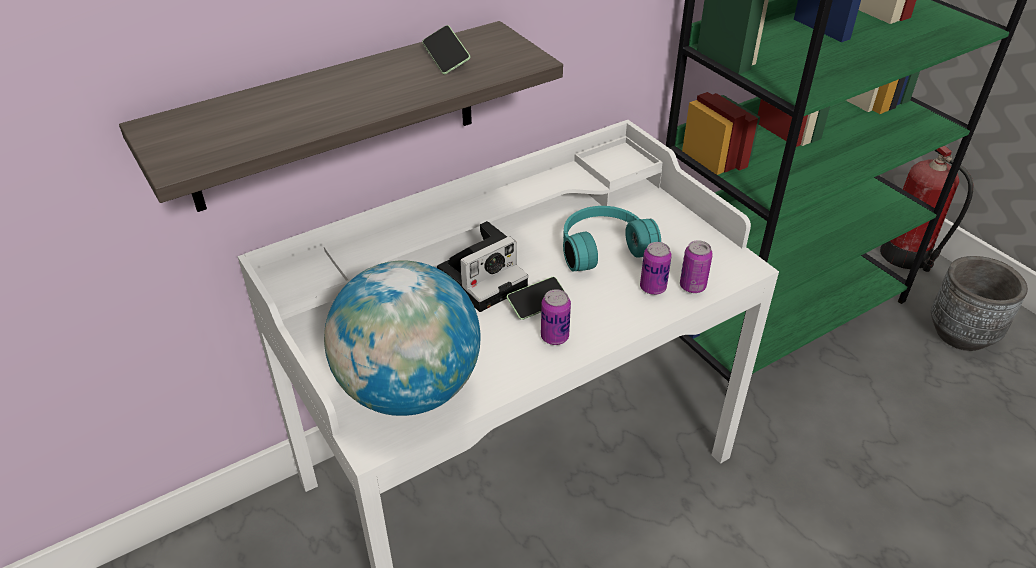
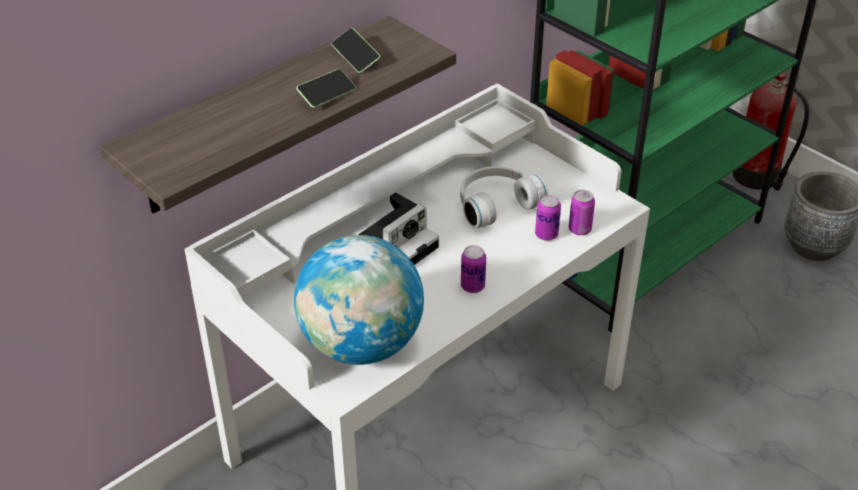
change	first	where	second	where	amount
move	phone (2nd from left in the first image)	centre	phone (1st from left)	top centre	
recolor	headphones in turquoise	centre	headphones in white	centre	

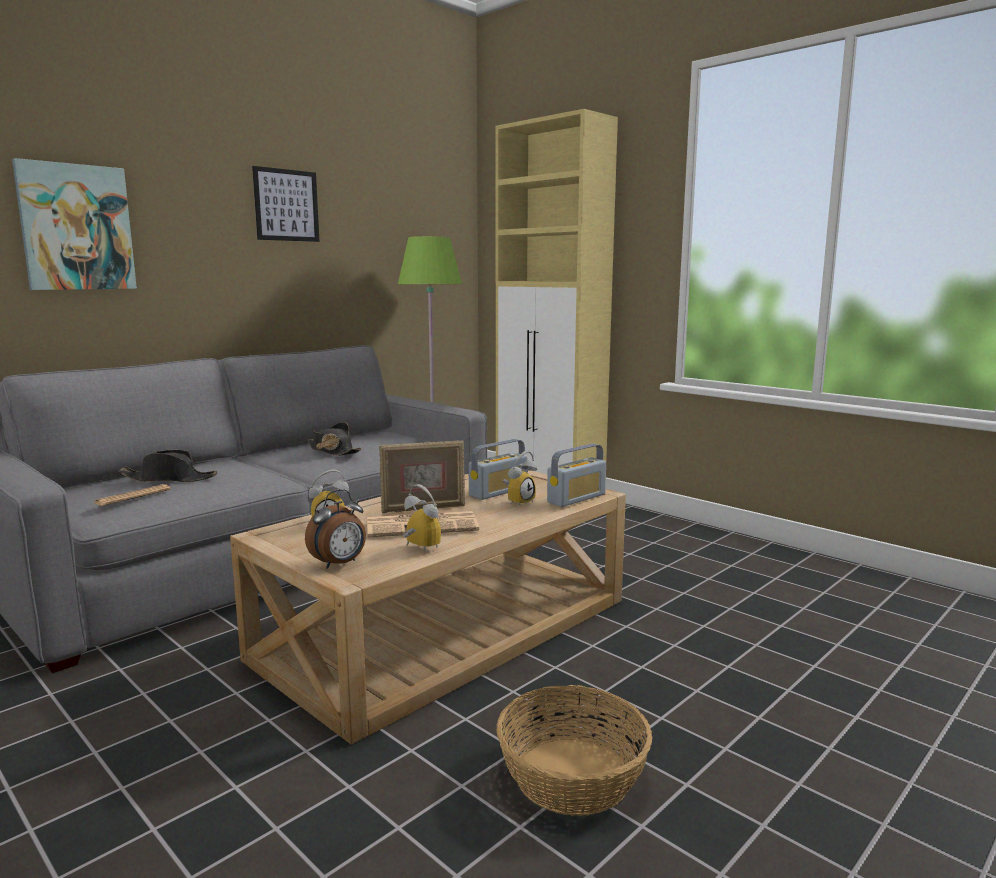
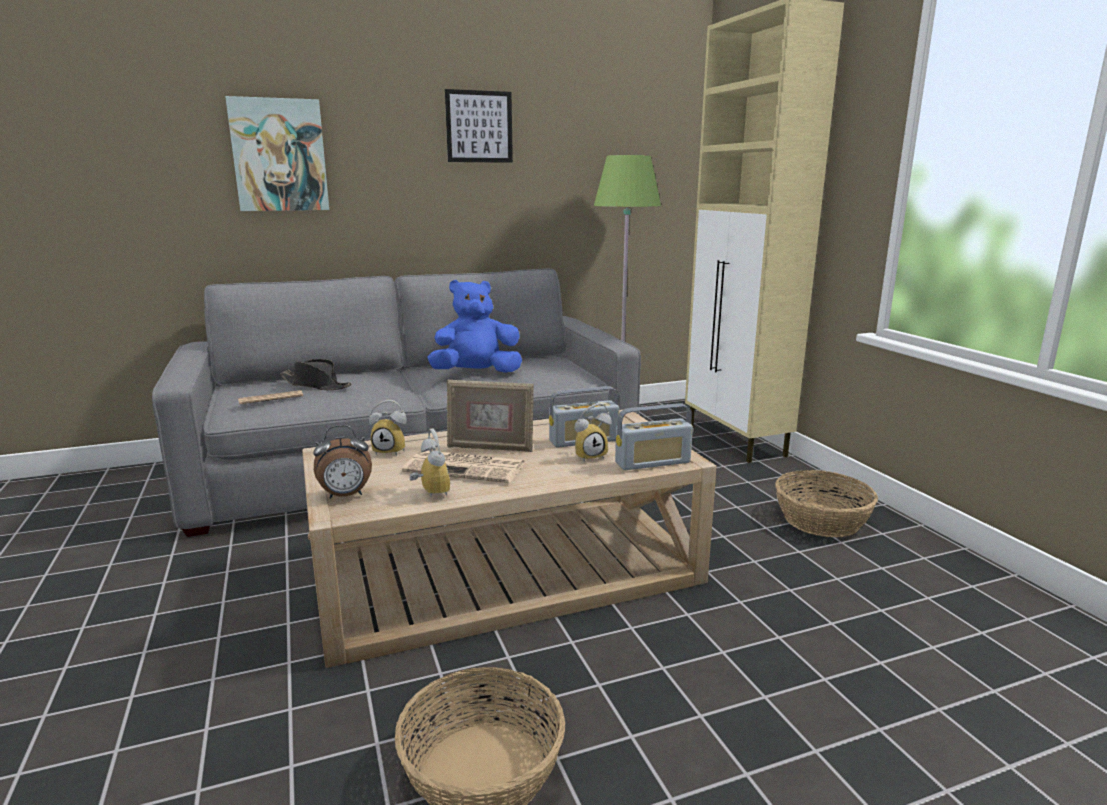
change	first	where	second	where	amount
insert			basket (2nd from left)	middle right	
replace	hat in black (2nd from left)	centre	plush toy in blue	centre	

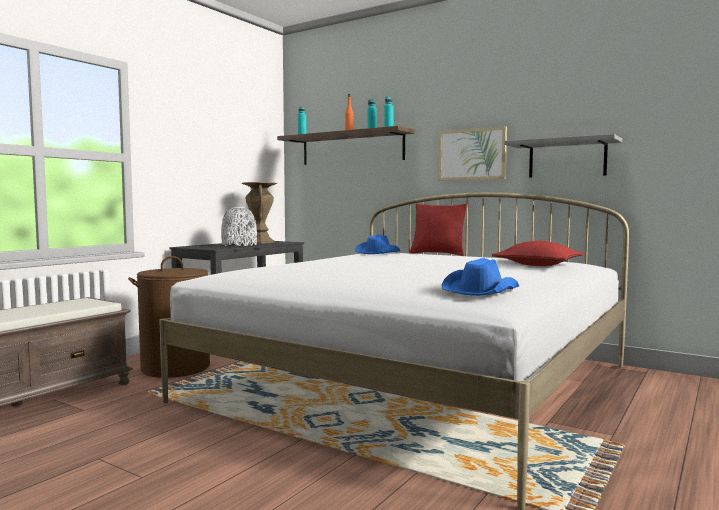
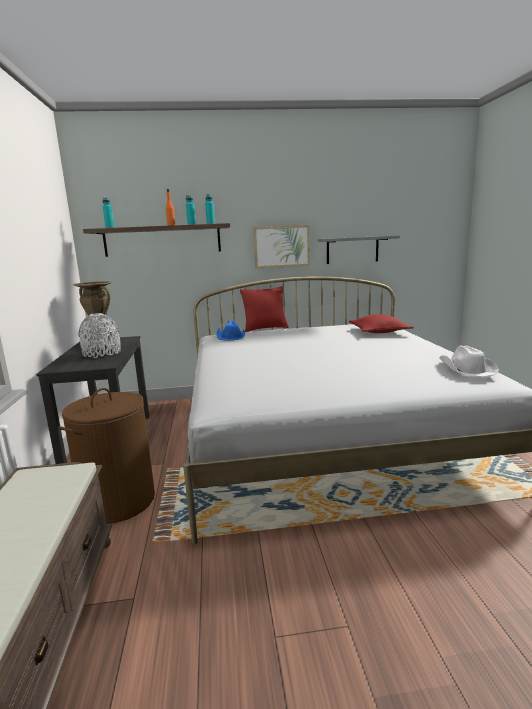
change	first	where	second	where	amount
recolor	hat in blue (2nd from left)	middle right	hat in white	middle right	

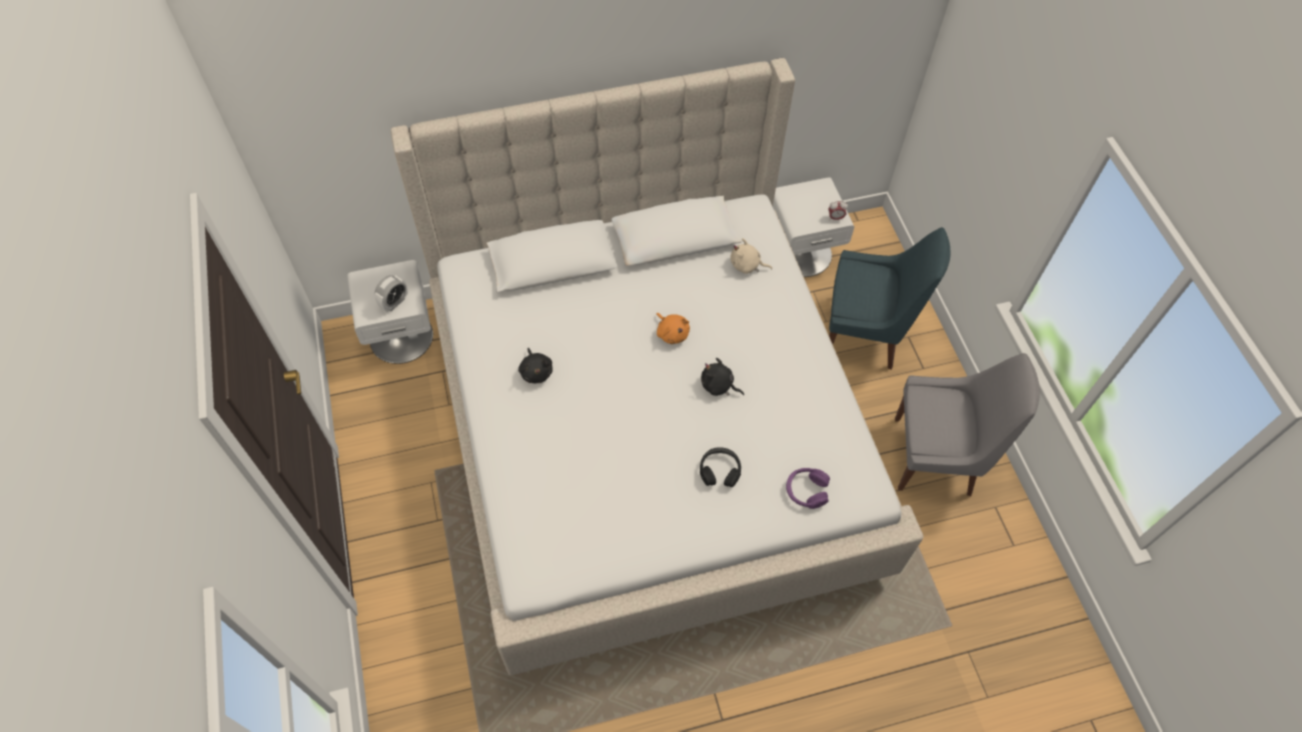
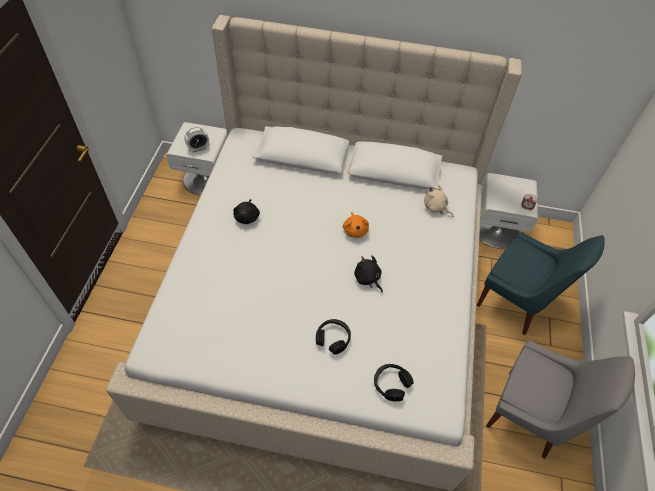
change	first	where	second	where	amount
recolor	headphones in purple	bottom centre	headphones in black (2nd from left)	bottom centre	

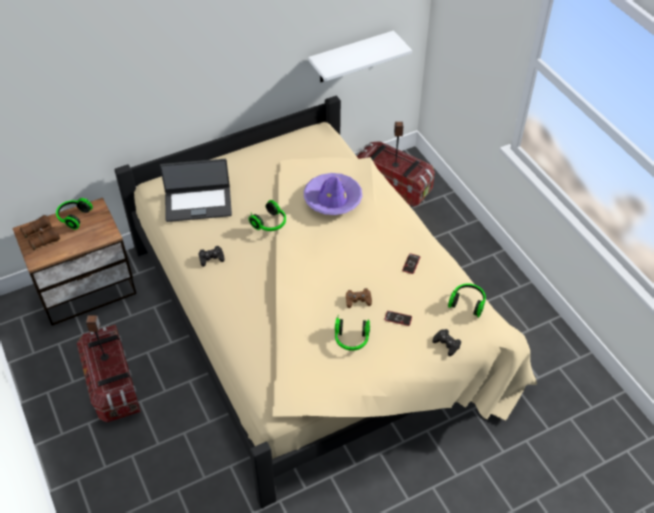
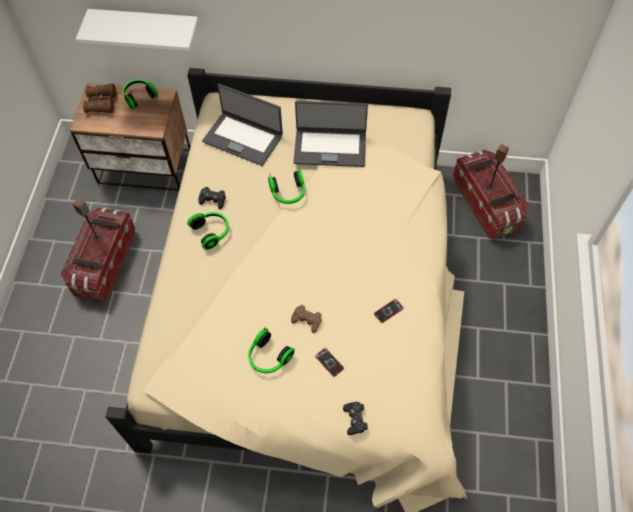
change	first	where	second	where	amount
delete	hat in purple	centre			
insert			laptop (2nd from left)	top centre	
move	shelf in white	top centre		top left	
move	headphones (4th from left in the first image)	middle right	headphones (2nd from left)	middle left	

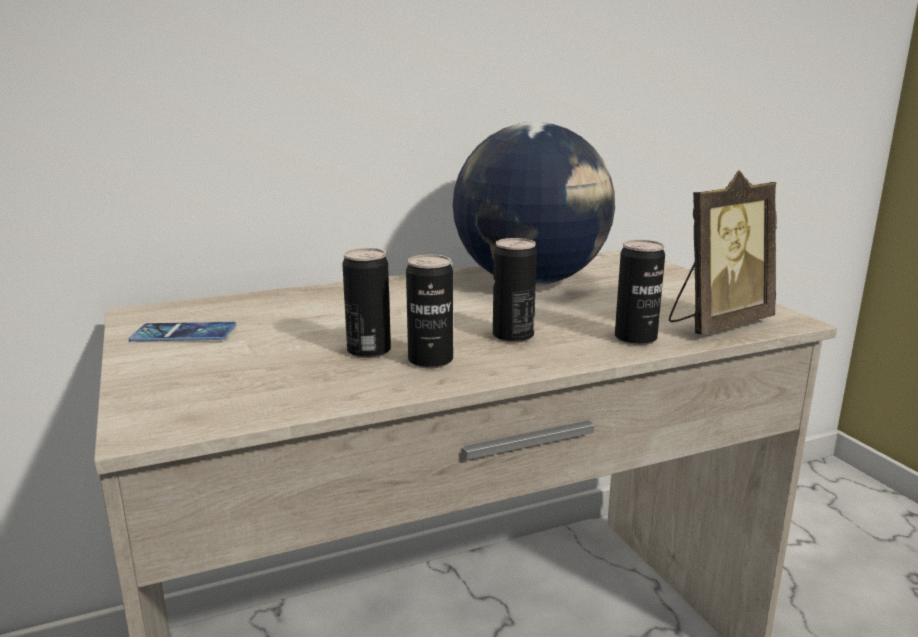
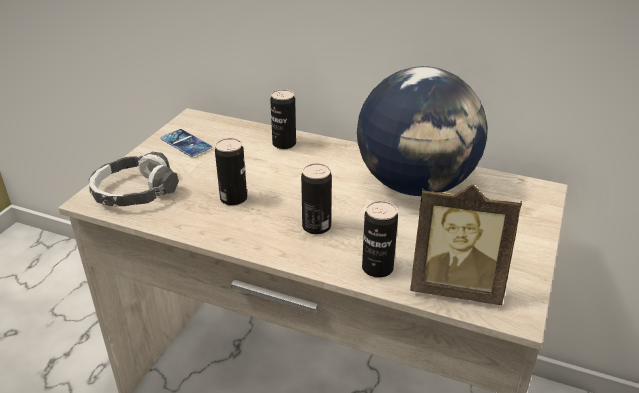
change	first	where	second	where	amount
insert			headphones	middle left	
move	can (2nd from left)	centre		top centre	

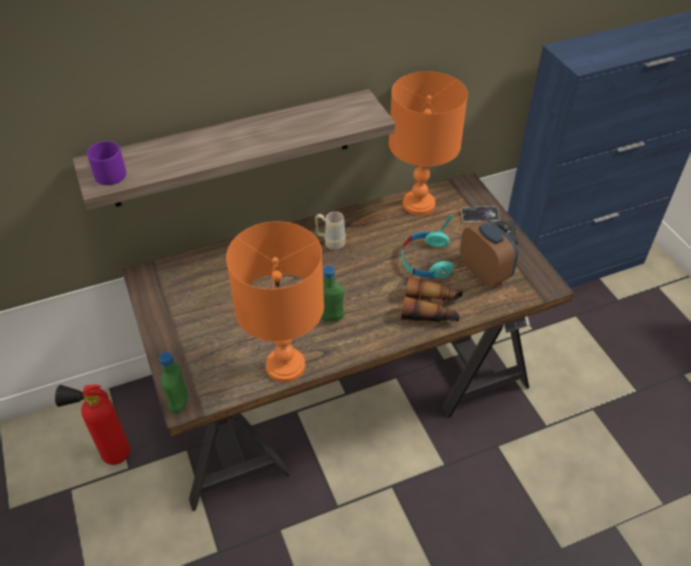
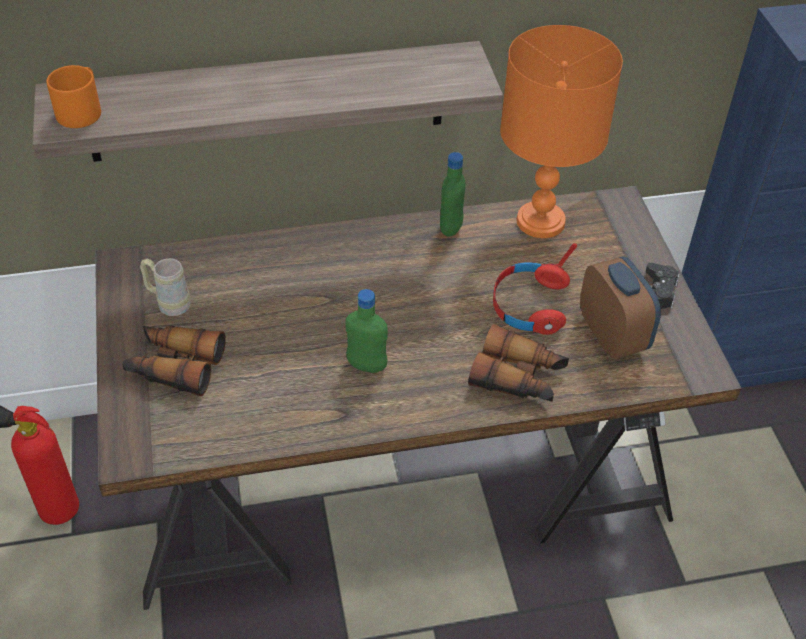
change	first	where	second	where	amount
delete	table lamp in orange (1st from left)	centre			
delete	phone	middle right			
insert			binoculars (1st from left)	middle left	
move	bottle in green (1st from left in the first image)	bottom left	bottle in green (2nd from left)	top centre	
move	mug in beige	centre		middle left	
recolor	mug in purple	top left	mug in orange	top left	
recolor	headphones in turquoise	centre	headphones in red	centre	

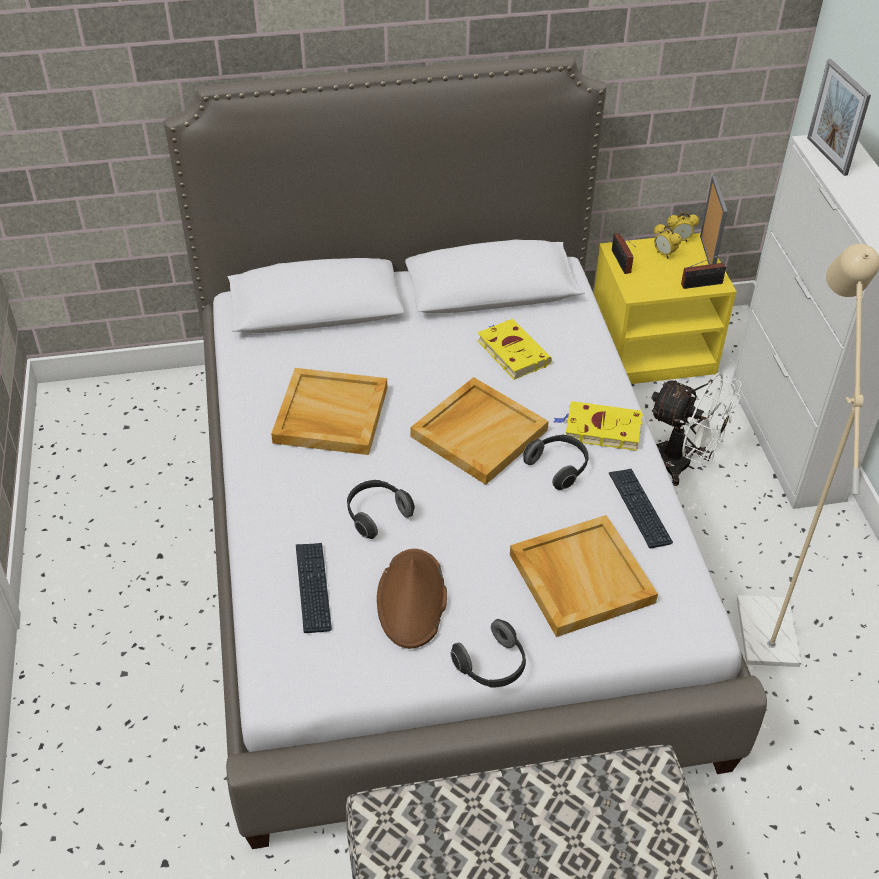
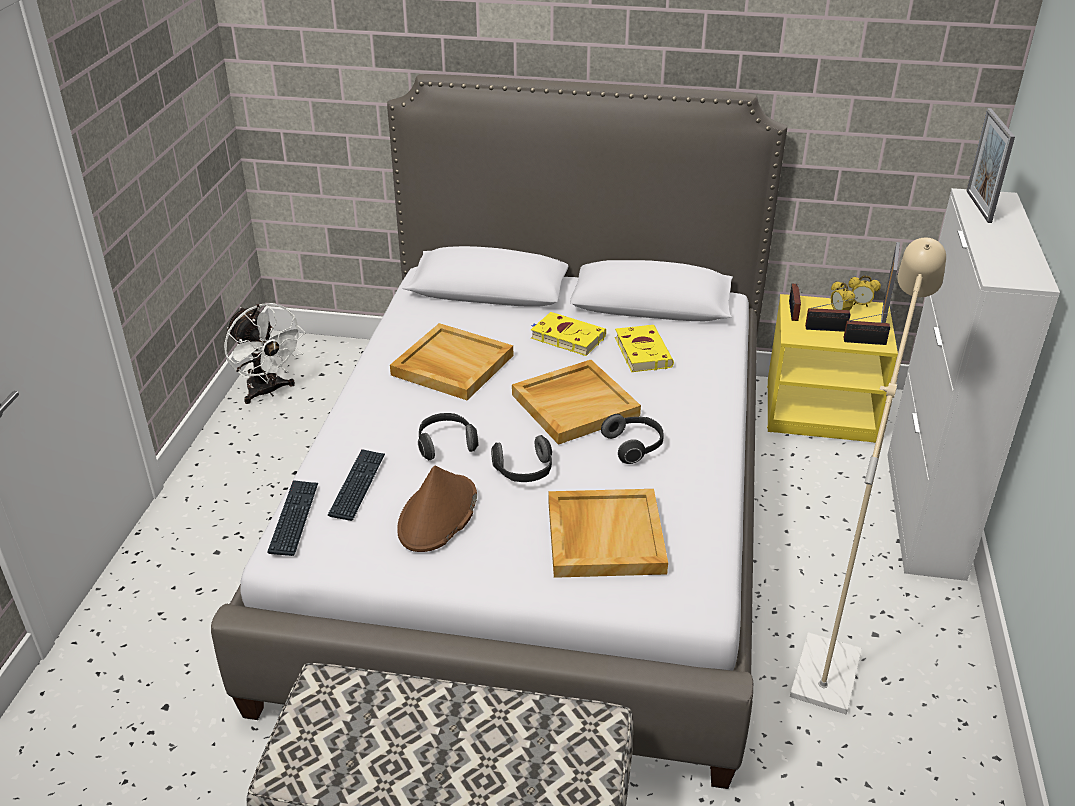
change	first	where	second	where	amount
insert			radio (2nd from left)	middle right	
move	headphones (2nd from left)	bottom centre		centre	
move	book in yellow (2nd from left in the first image)	middle right	book in yellow (1st from left)	centre	
move	keyboard (2nd from left in the first image)	middle right	keyboard (1st from left)	middle left	
move	fan in white	middle right		middle left	

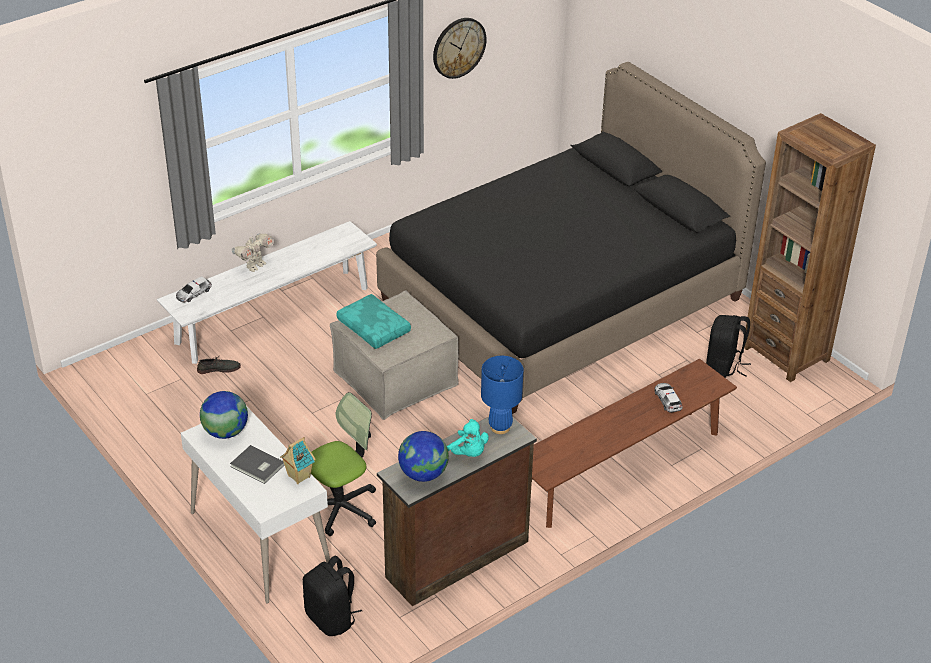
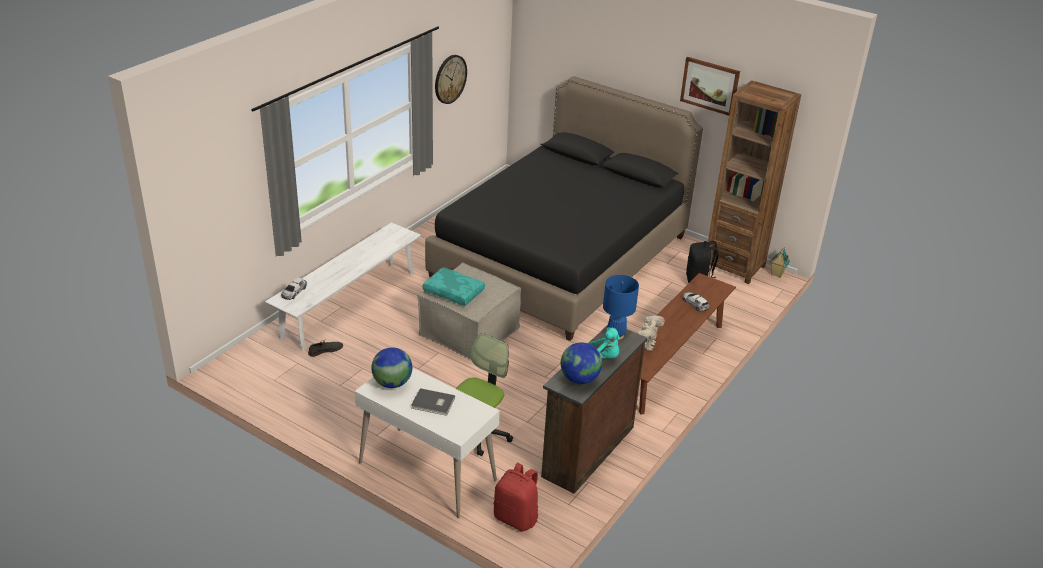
change	first	where	second	where	amount
insert			picture	top right	
move	toy robot	middle left		centre	
move	toy house	bottom left		middle right	
recolor	backpack in black (1st from left)	bottom centre	backpack in red	bottom centre	

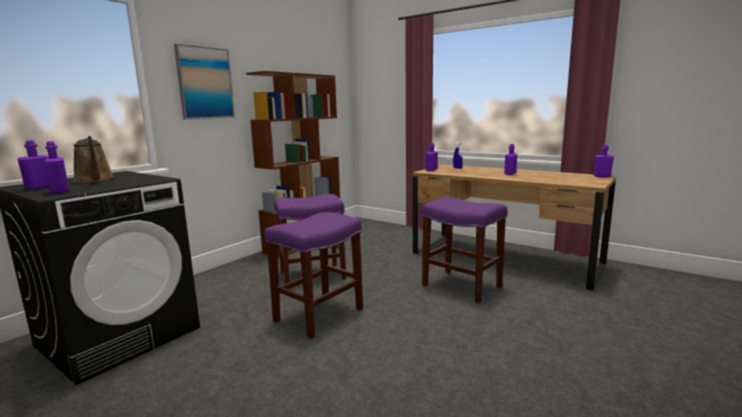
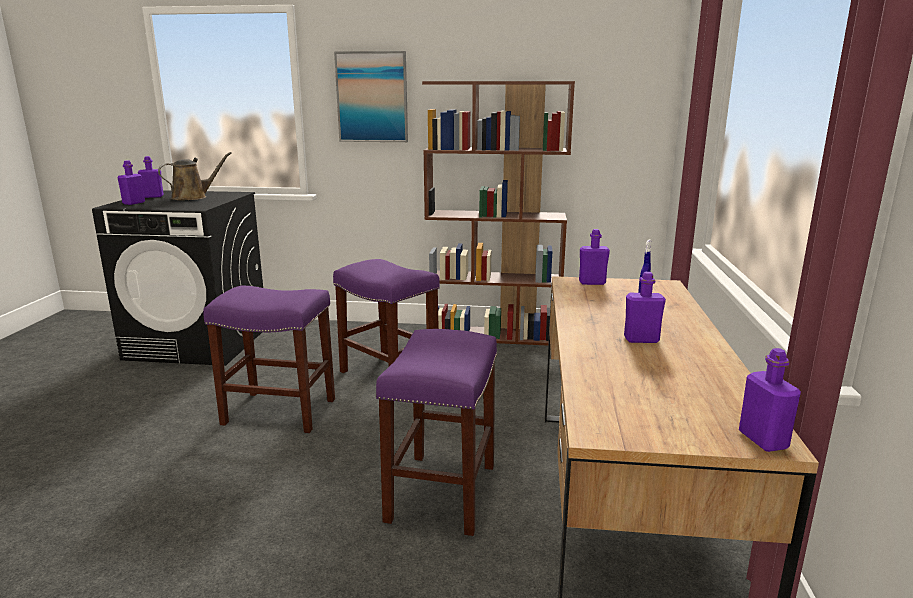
change	first	where	second	where	amount
rotate	watering can in brown	middle left		top left	150 degrees counterclockwise

